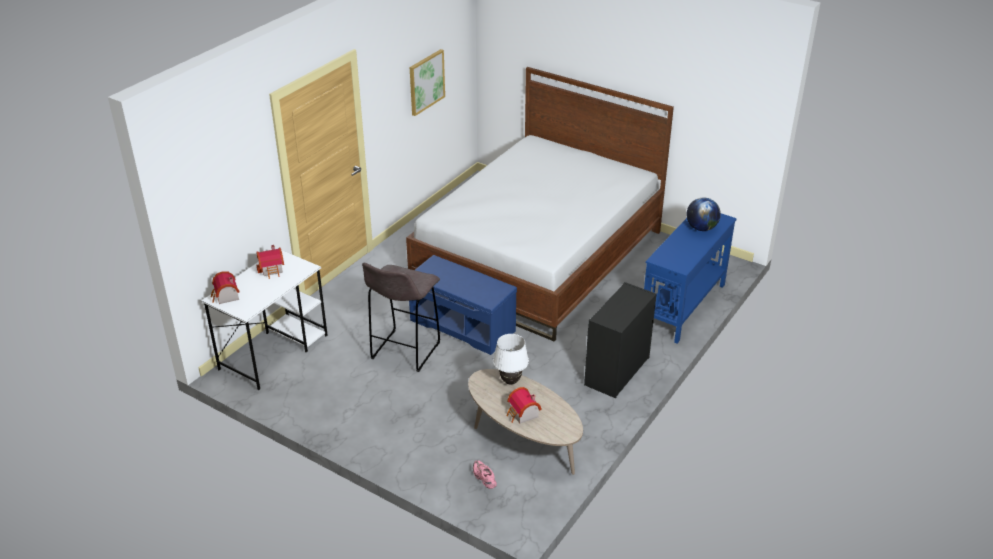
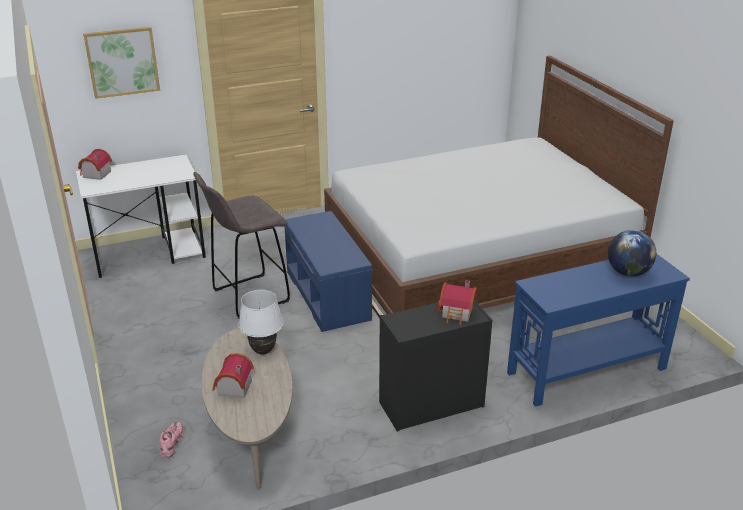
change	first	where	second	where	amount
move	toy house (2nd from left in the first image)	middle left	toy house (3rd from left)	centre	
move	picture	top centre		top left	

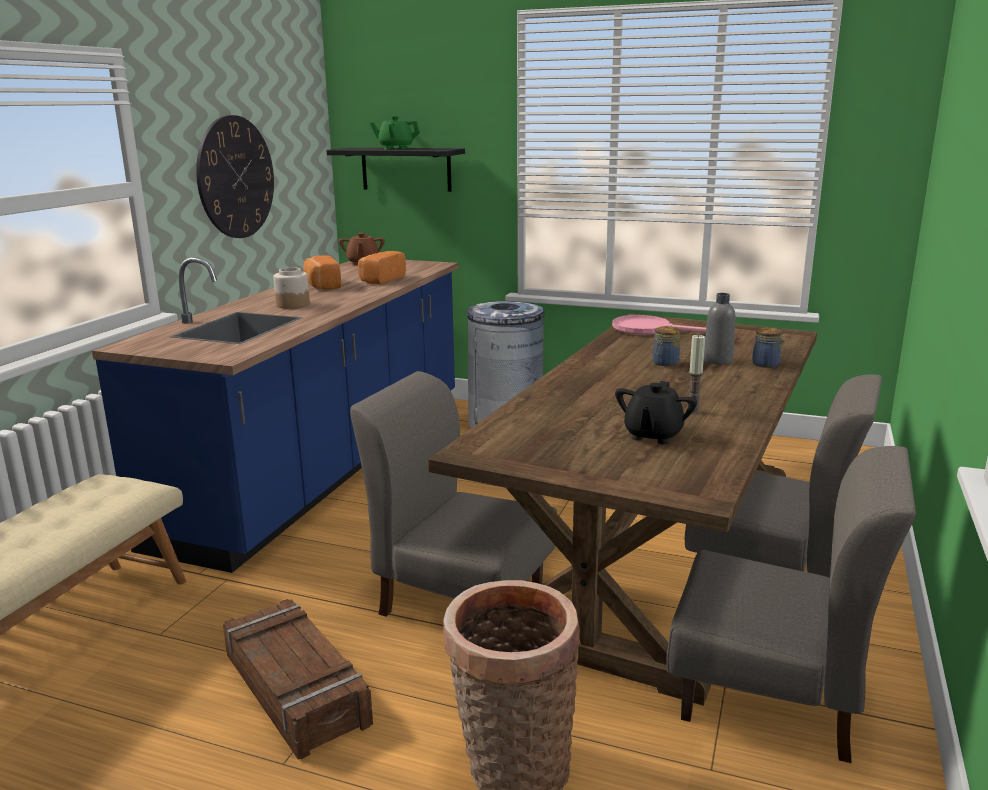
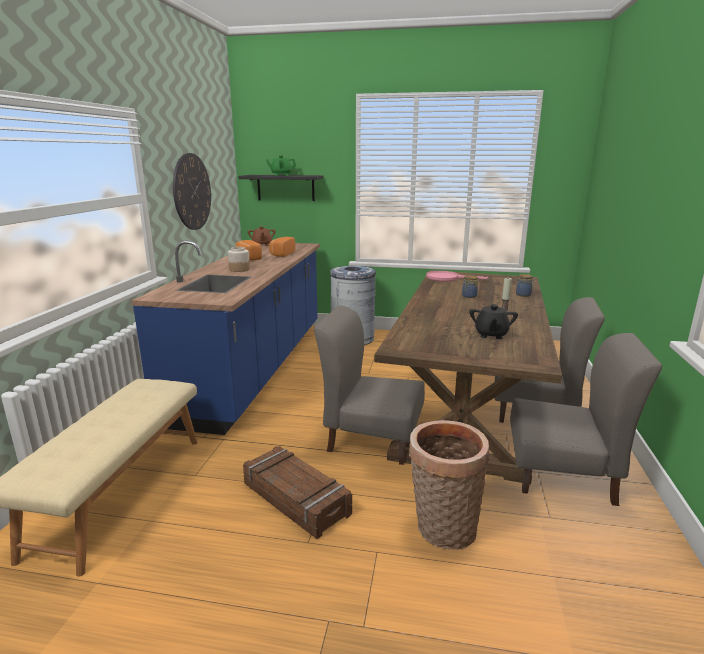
change	first	where	second	where	amount
delete	bottle in grey	middle right			

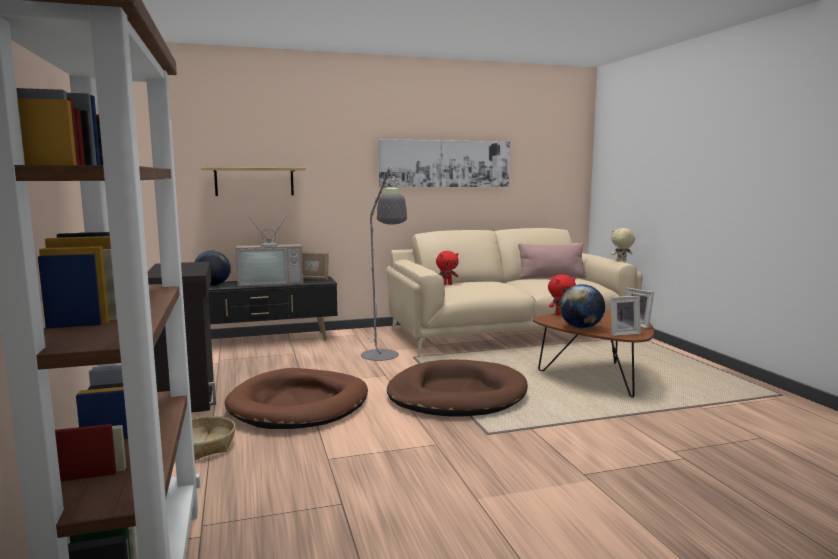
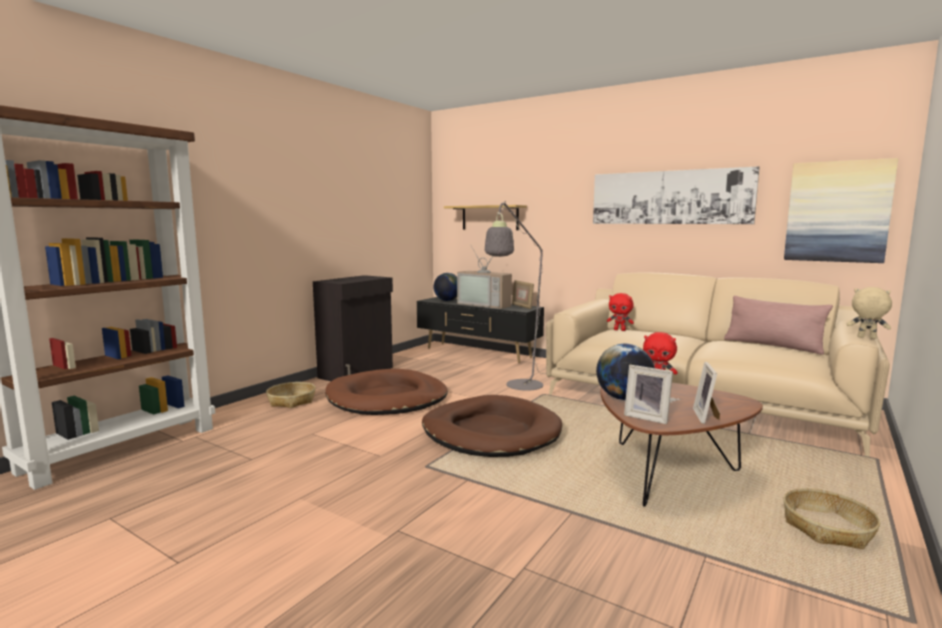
change	first	where	second	where	amount
insert			picture (2nd from left)	middle right	
insert			basket (2nd from left)	bottom right	

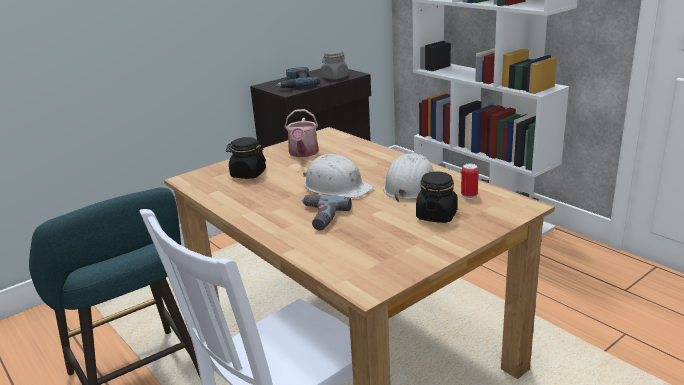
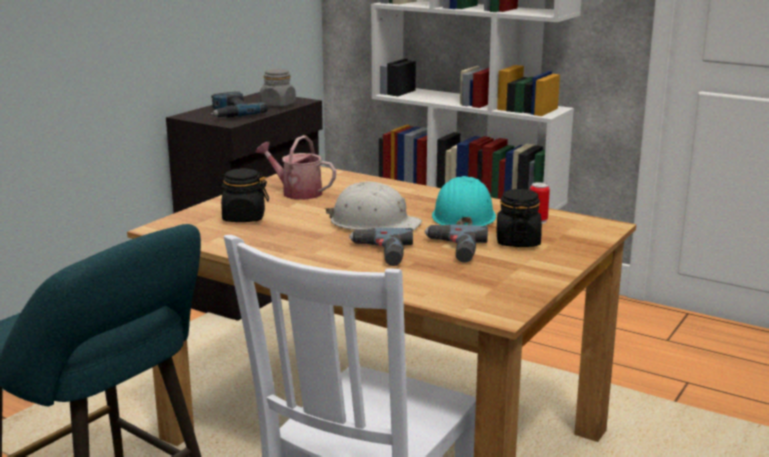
change	first	where	second	where	amount
insert			power drill (3rd from left)	centre	
recolor	hard hat in white (2nd from left)	centre	hard hat in turquoise	centre	
rotate	watering can	centre		centre	135 degrees clockwise

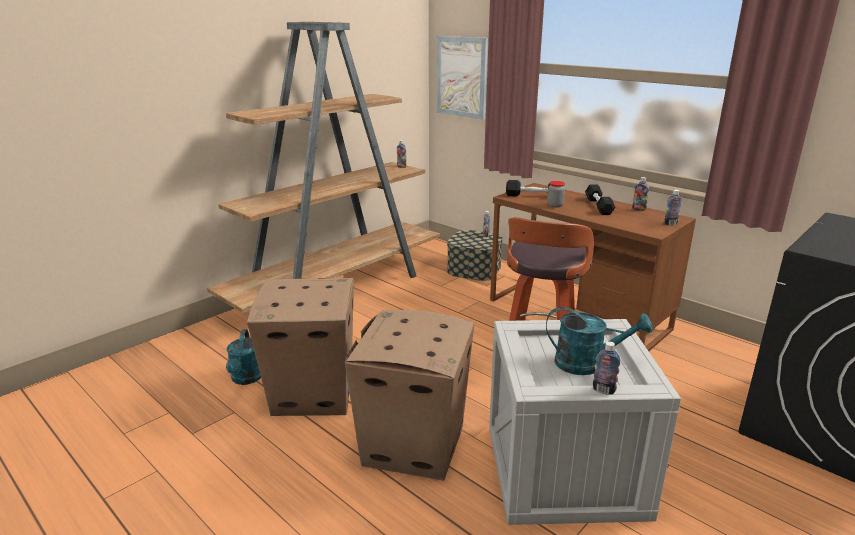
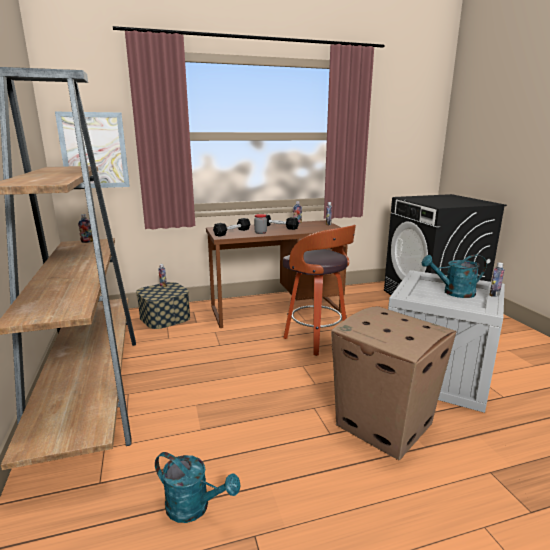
change	first	where	second	where	amount
delete	cardboard box (1st from left)	centre			
rotate	watering can in turquoise (2nd from left)	middle right		middle right	135 degrees counterclockwise

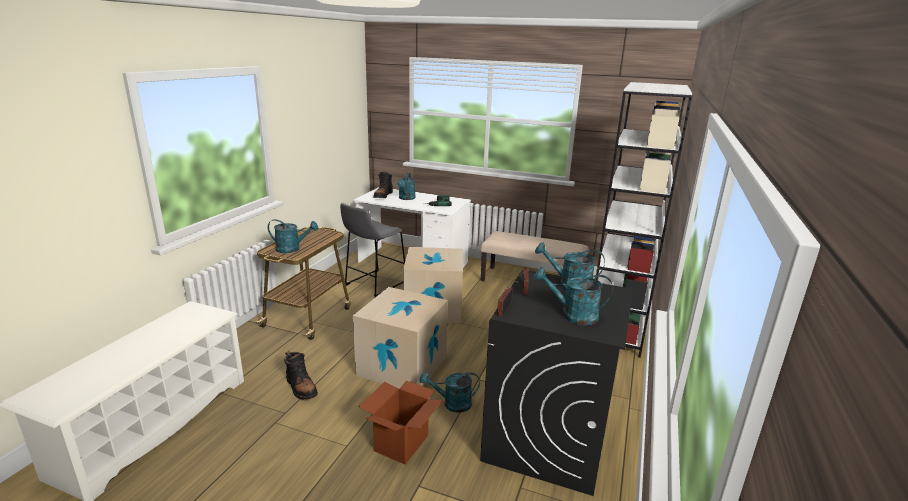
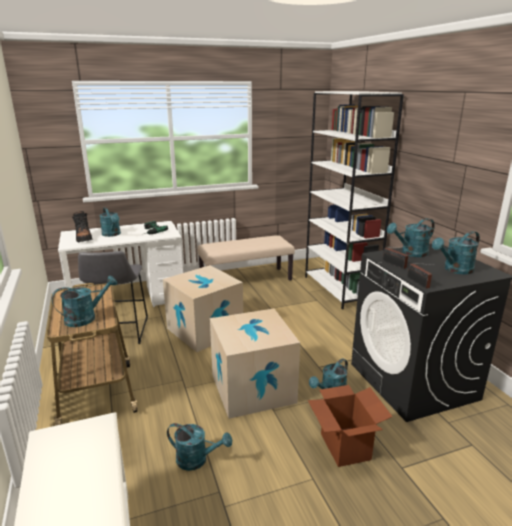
change	first	where	second	where	amount
replace	boot in black (1st from left)	bottom left	watering can in turquoise (3rd from left)	bottom centre	

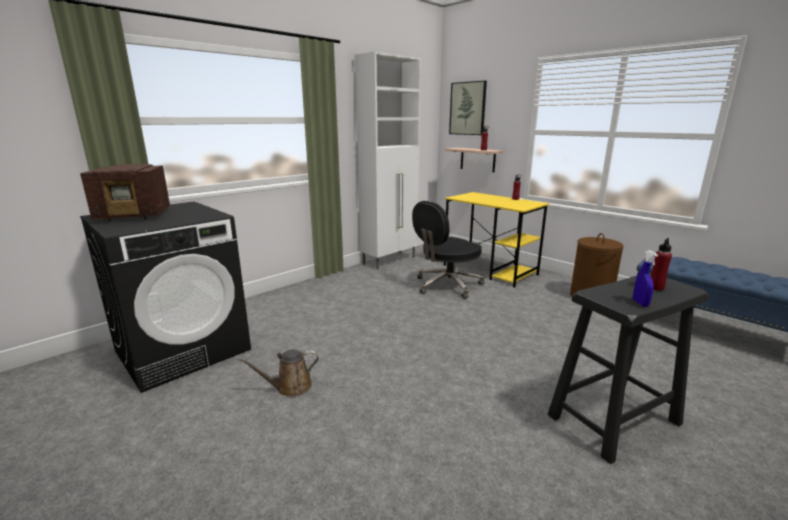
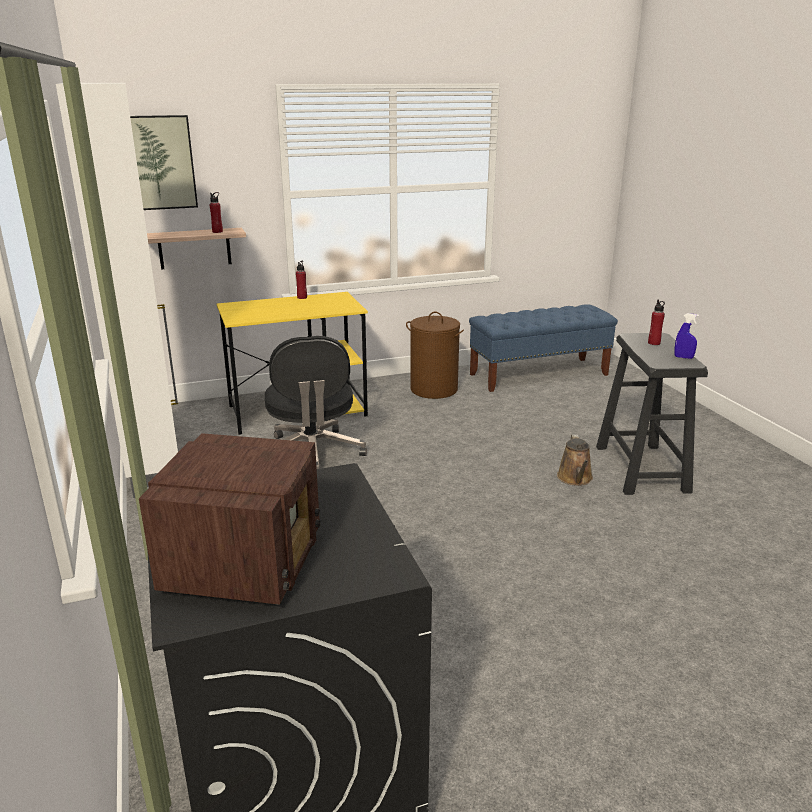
change	first	where	second	where	amount
move	watering can in brown	bottom centre		middle right	

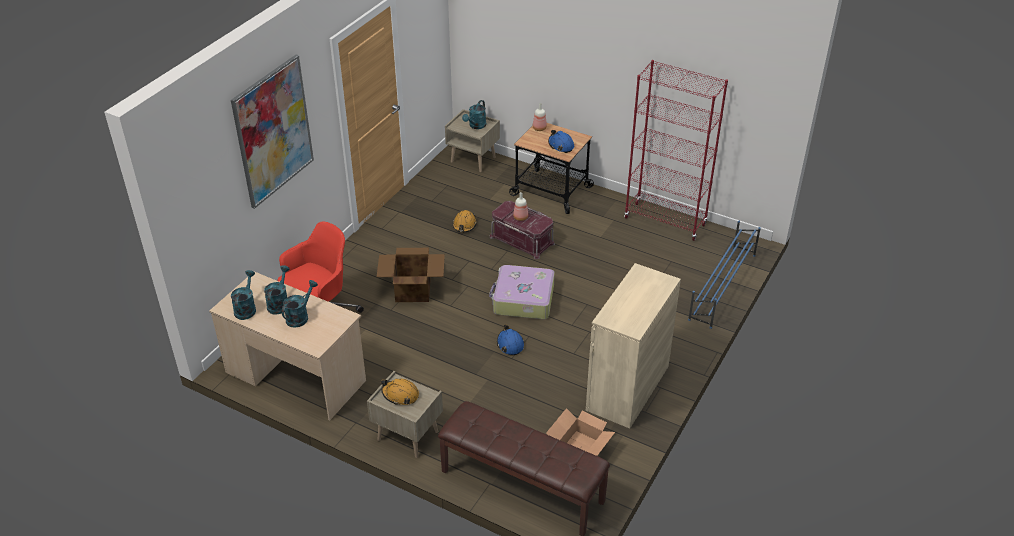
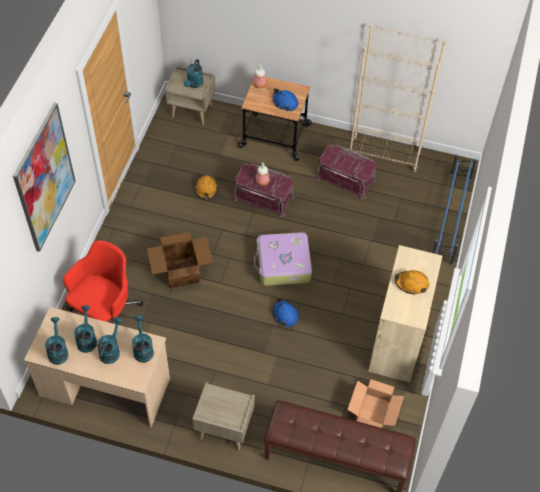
change	first	where	second	where	amount
insert			watering can in turquoise (4th from left)	bottom left	
insert			storage box in red (2nd from left)	centre	
move	hard hat in orange (1st from left in the first image)	bottom centre	hard hat in orange (2nd from left)	middle right	
recolor	bookcase in red	top right	bookcase in beige	top right	

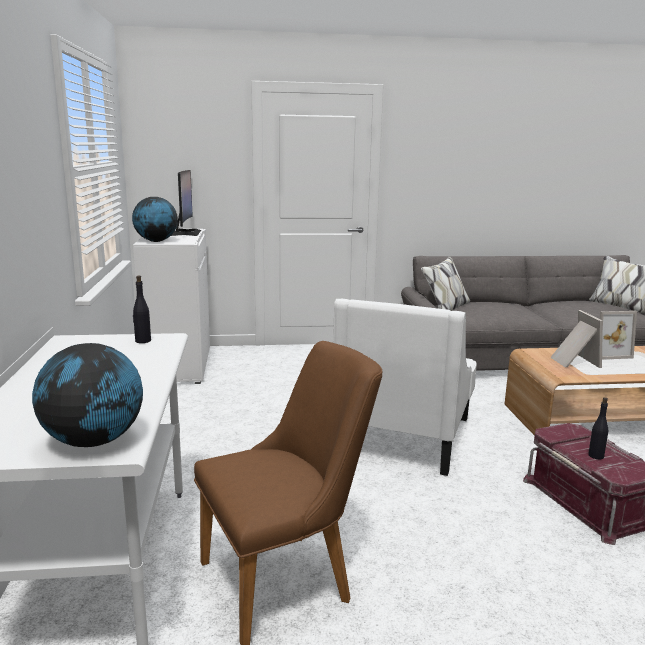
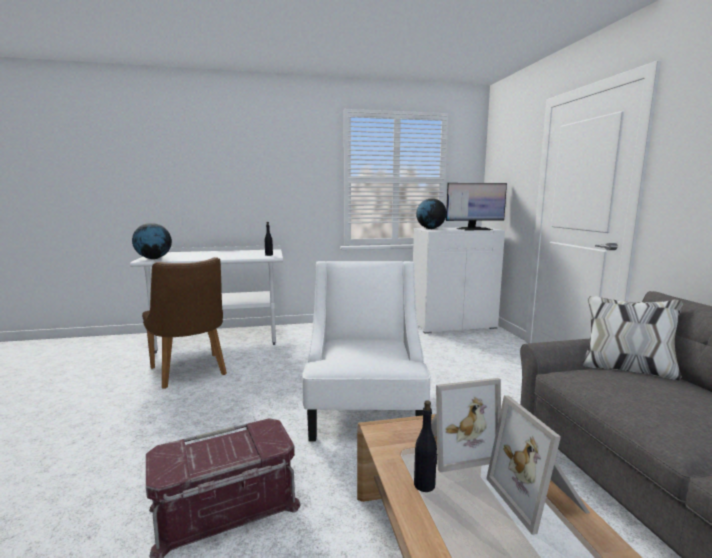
change	first	where	second	where	amount
move	bottle in black (2nd from left)	middle right		bottom centre	
rotate	armchair in white	centre		centre	75 degrees clockwise

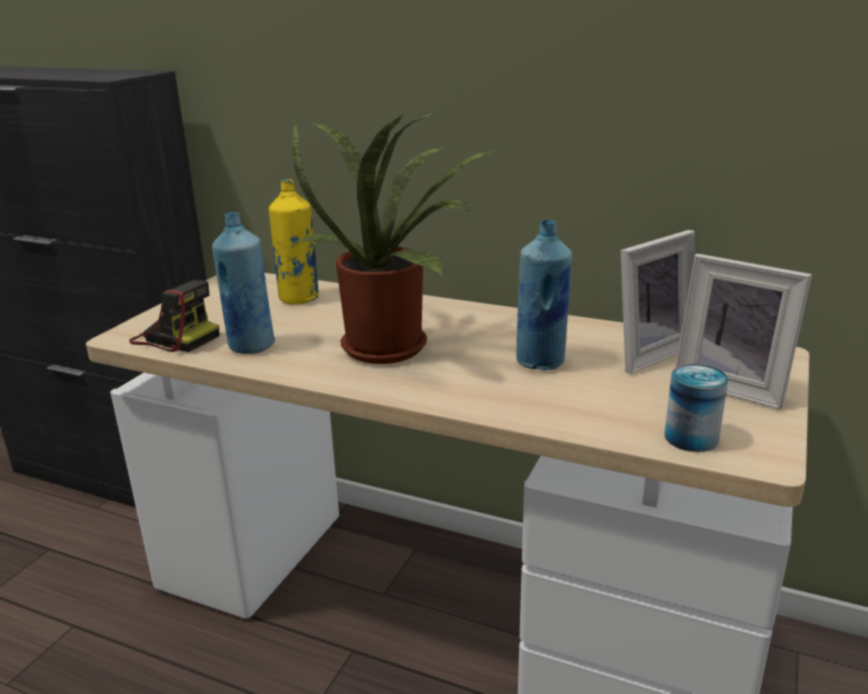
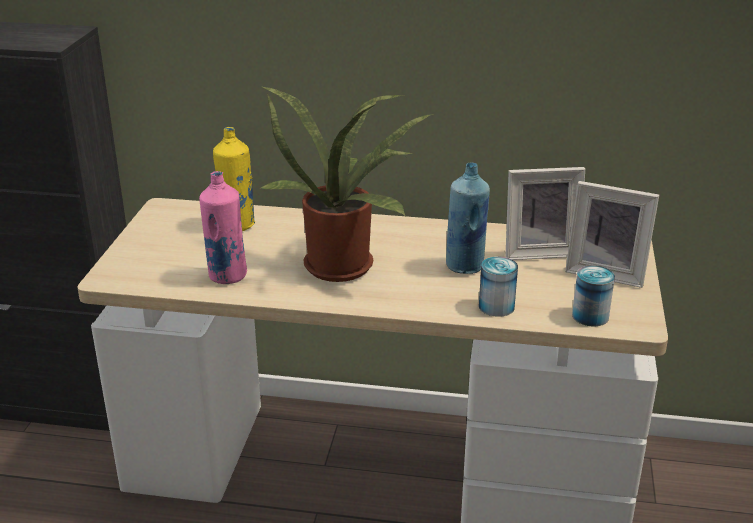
change	first	where	second	where	amount
delete	photo camera	middle left			
insert			can (1st from left)	centre	
recolor	bottle in blue (1st from left)	middle left	bottle in pink	middle left	
rotate	picture frame (1st from left)	middle right		middle right	45 degrees clockwise

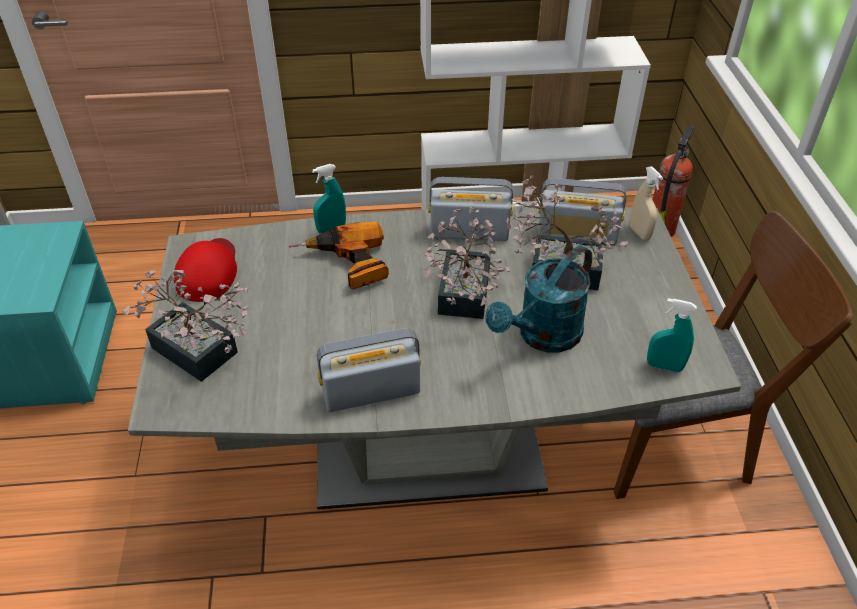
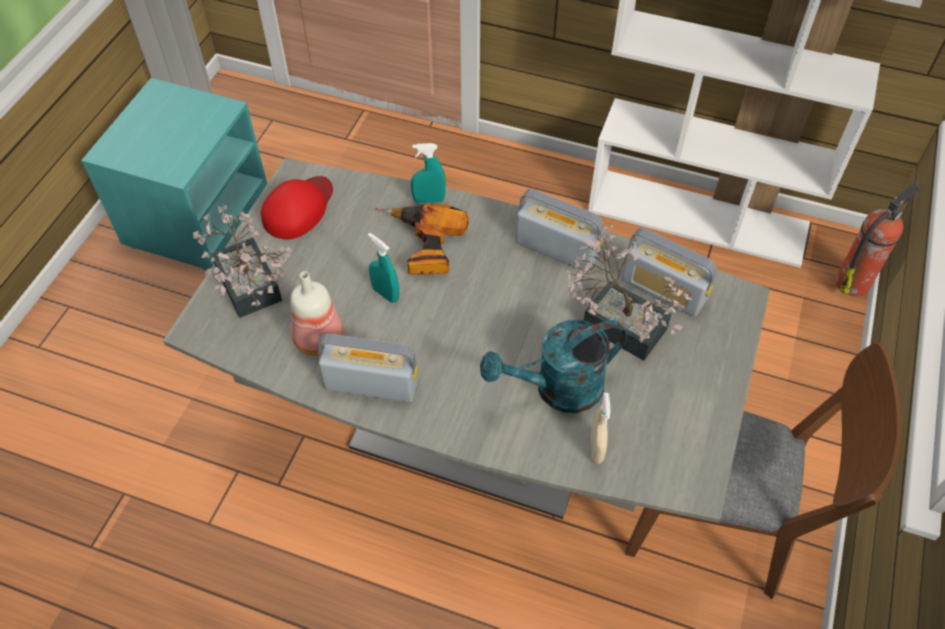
change	first	where	second	where	amount
delete	potted plant (2nd from left)	centre			
insert			bottle	centre	
move	spray bottle in beige	middle right		bottom centre	
move	spray bottle in turquoise (2nd from left in the first image)	middle right	spray bottle in turquoise (1st from left)	centre	

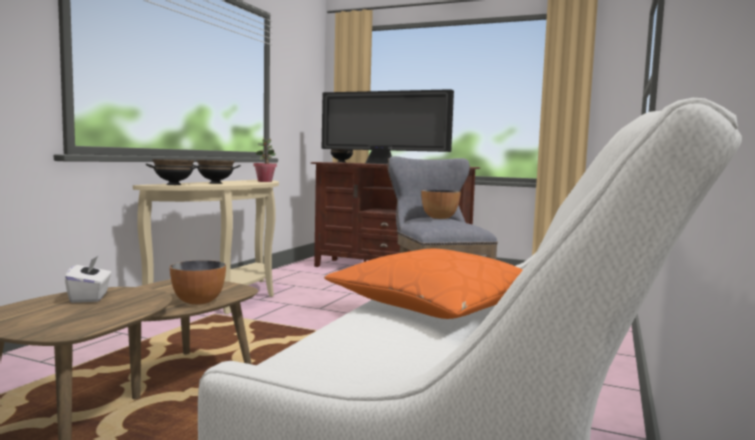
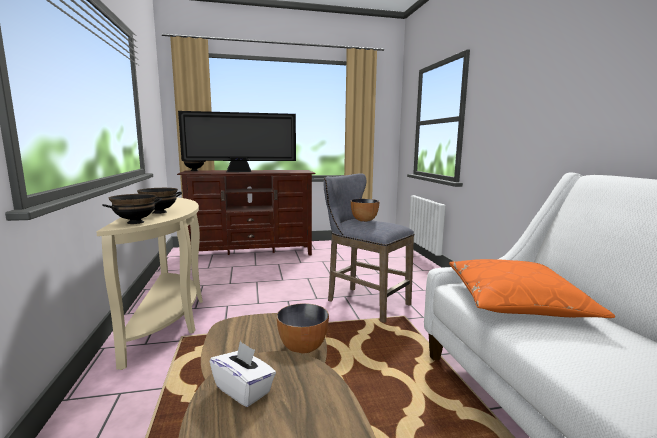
change	first	where	second	where	amount
delete	potted plant	centre			

